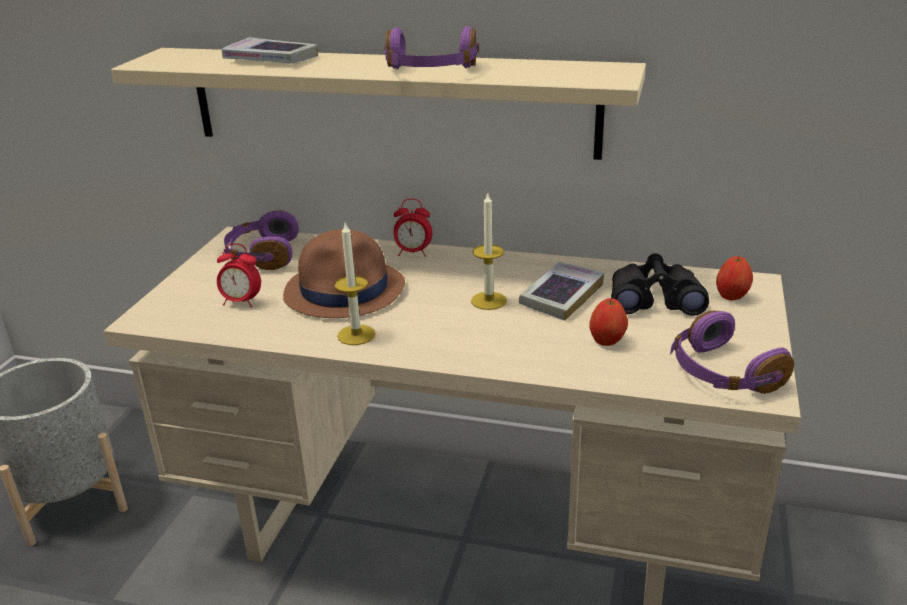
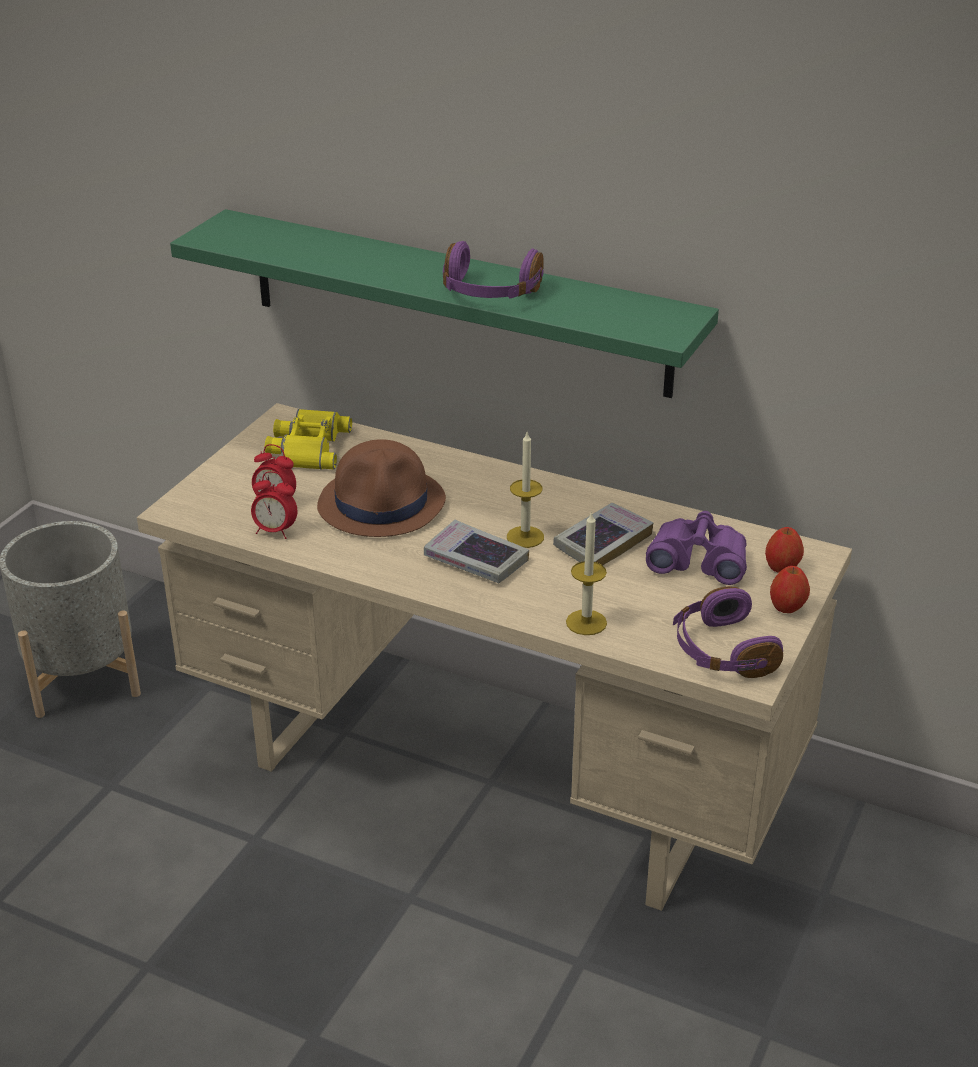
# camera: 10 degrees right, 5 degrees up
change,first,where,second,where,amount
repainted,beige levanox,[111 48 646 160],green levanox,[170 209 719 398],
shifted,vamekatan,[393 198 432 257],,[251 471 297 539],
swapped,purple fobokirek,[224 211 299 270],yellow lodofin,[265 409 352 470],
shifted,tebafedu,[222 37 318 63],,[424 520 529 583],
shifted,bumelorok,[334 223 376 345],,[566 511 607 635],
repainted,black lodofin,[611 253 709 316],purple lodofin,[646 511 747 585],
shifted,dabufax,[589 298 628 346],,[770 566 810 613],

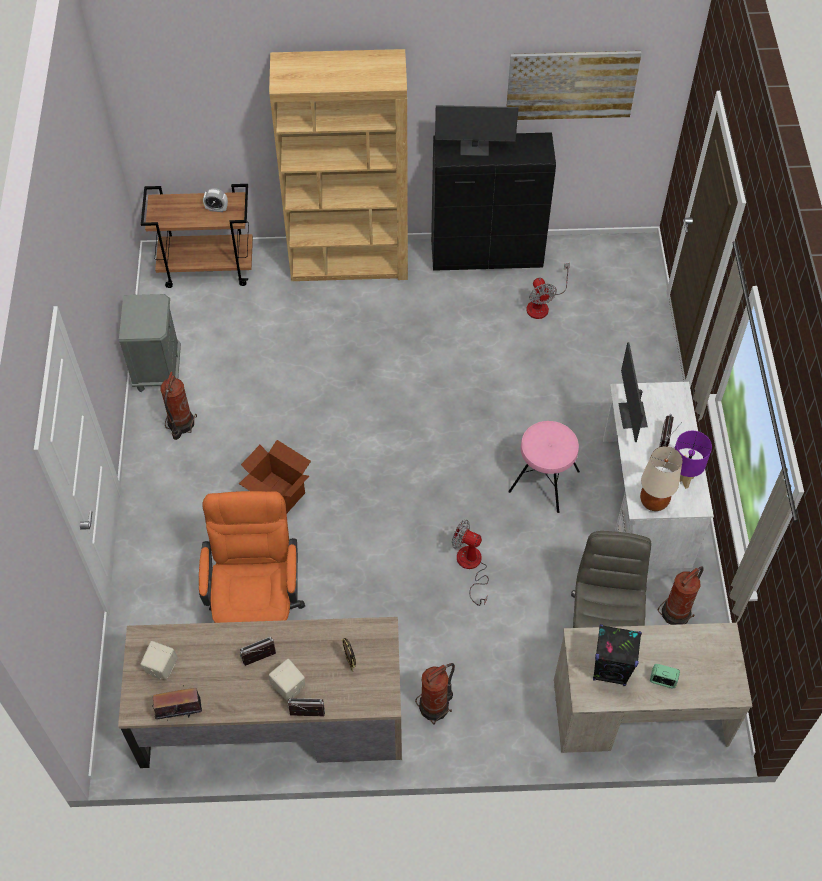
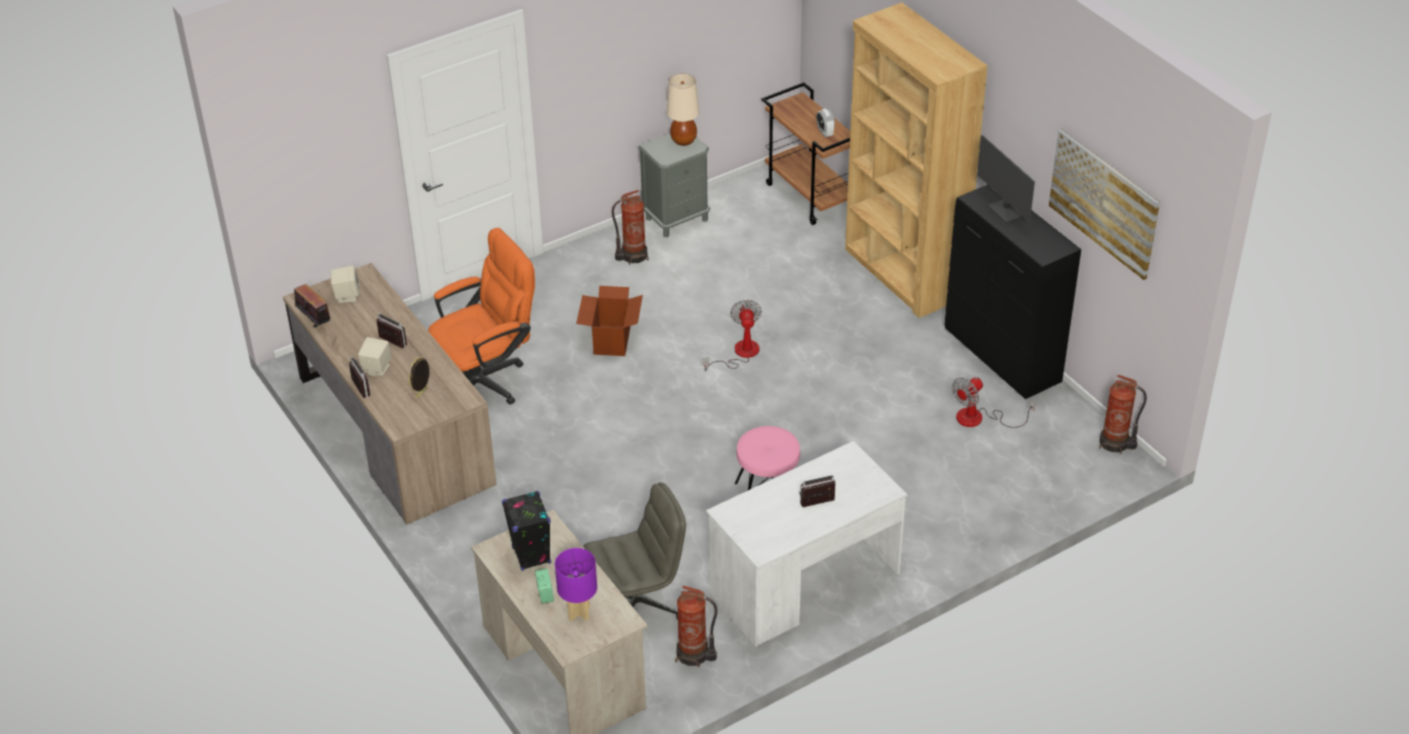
# camera: 60 degrees right, 15 degrees down
change,first,where,second,where,amount
shifted,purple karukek,[674 431 712 489],,[555 548 597 621],
shifted,beige karukek,[640 446 682 511],,[667 74 699 146],
shifted,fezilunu,[452 520 489 606],,[702 300 762 371],
shifted,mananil,[415 663 455 725],,[1099 375 1147 454],
gone,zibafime,[618 342 648 442],,,

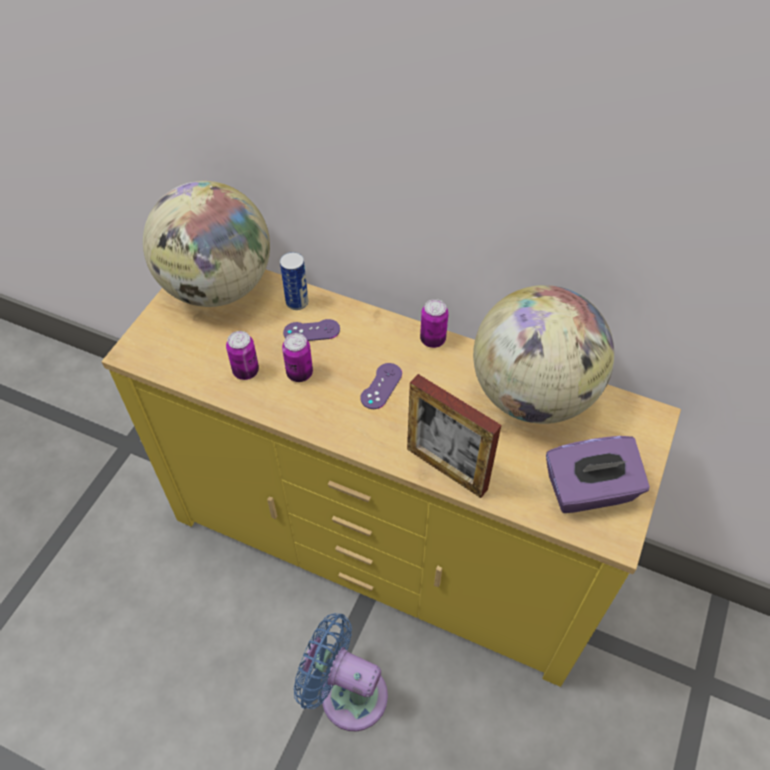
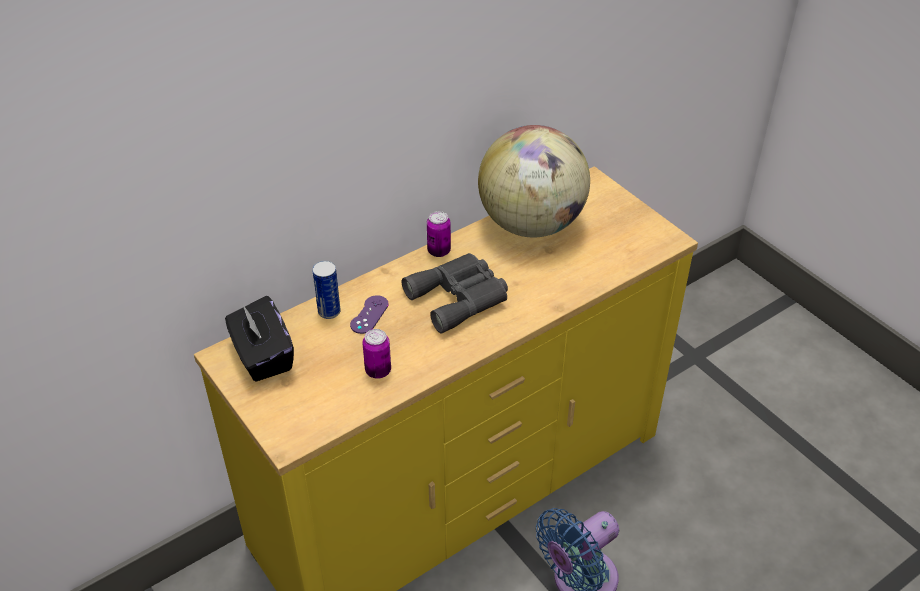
# camera: 60 degrees left, 10 degrees down
change,first,where,second,where,amount
swapped,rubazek,[143 181 270 307],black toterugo,[225 296 294 382],
swapped,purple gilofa,[360 363 402 409],grey lodofin,[402 253 508 333],
gone,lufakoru,[282 333 313 382],,,
gone,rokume,[407 374 502 498],,,
gone,purple toterugo,[546 436 650 513],,,

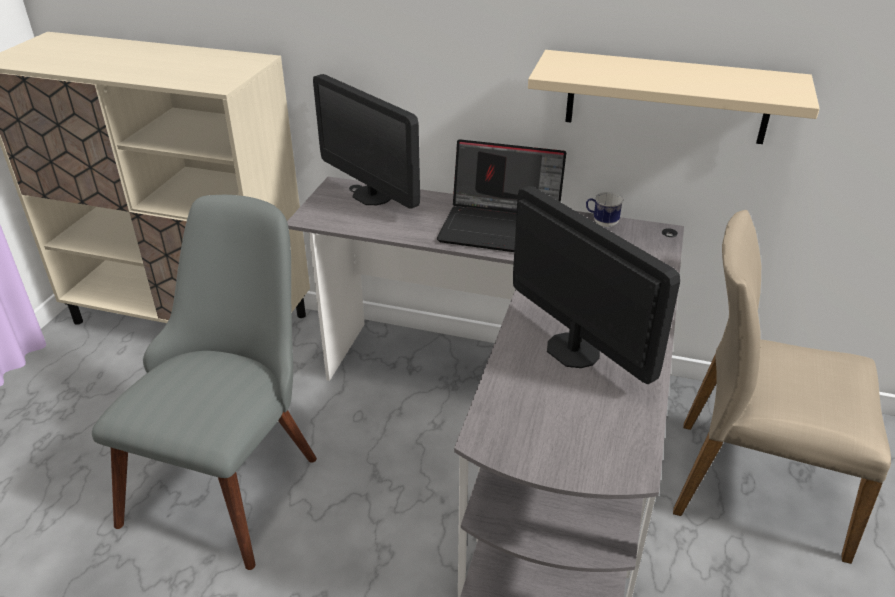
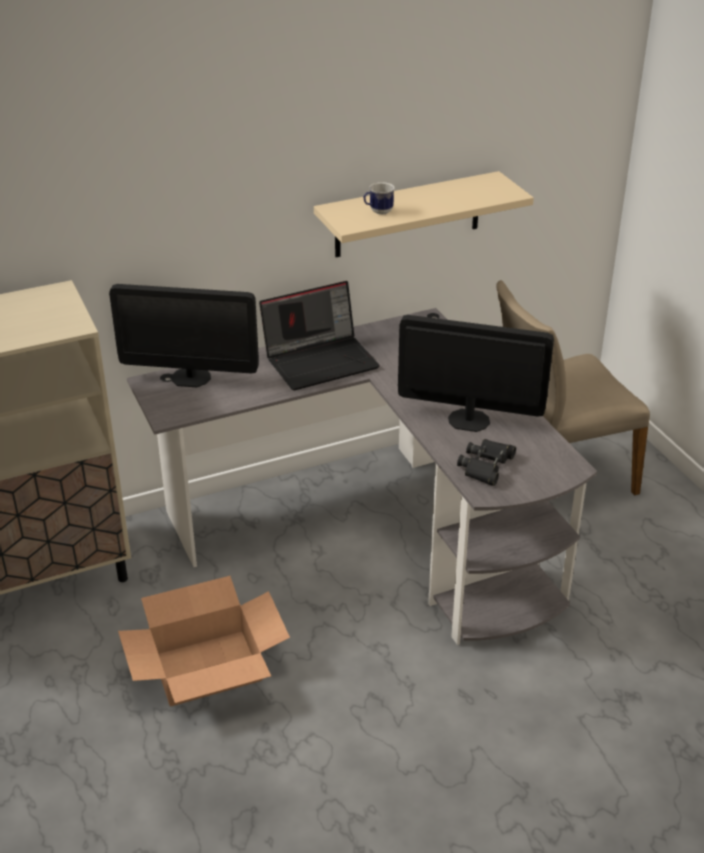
# camera: 40 degrees left, 0 degrees up
change,first,where,second,where,amount
swapped,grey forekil,[92 195 317 570],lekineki,[118 576 290 706],
shifted,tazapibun,[586 192 623 228],,[364 182 395 215],
new,,,black lodofin,[457 439 516 486],

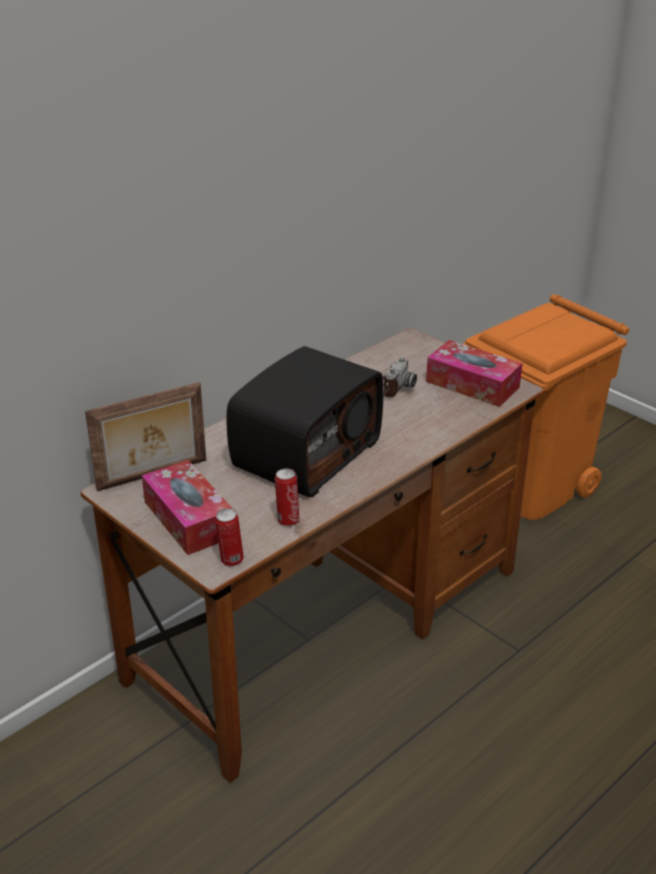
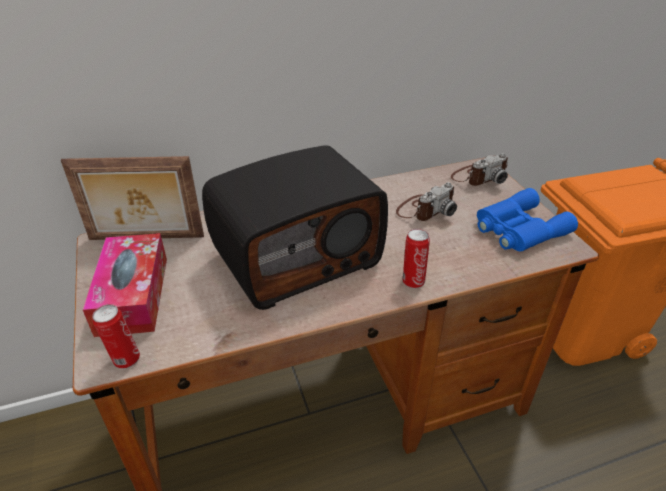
# camera: 25 degrees right, 5 degrees up
change,first,where,second,where,amount
shifted,lufakoru,[275 468 300 526],,[403 229 430 288],
new,,,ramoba,[451 153 508 186],
swapped,toterugo,[426 340 522 407],blue lodofin,[477 188 578 252],

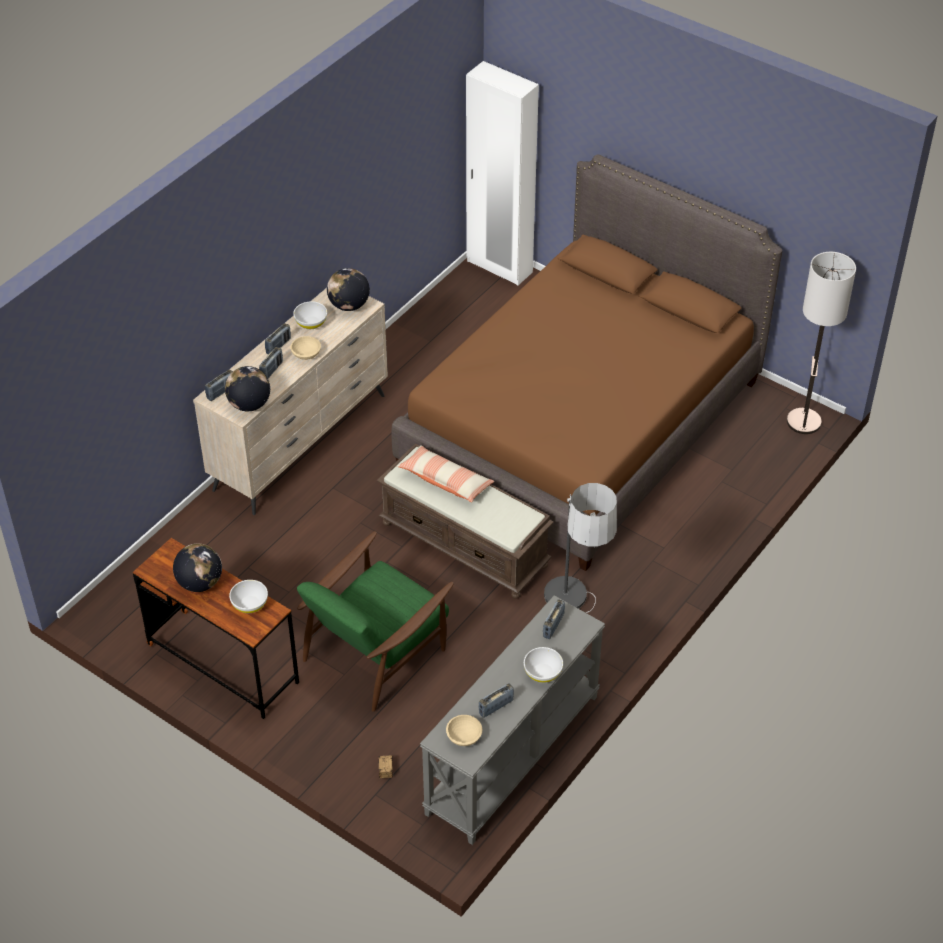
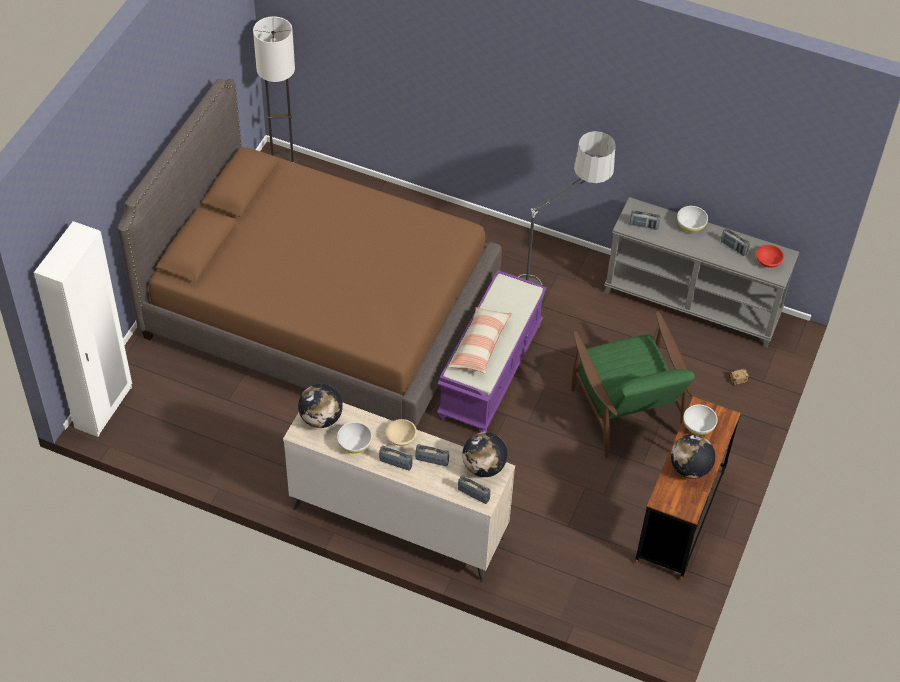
# camera: 105 degrees left, 5 degrees up
change,first,where,second,where,amount
repainted,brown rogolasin,[377 443 554 599],purple rogolasin,[436 270 546 432],
rotated,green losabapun,[297 531 454 712],,[571 311 695 458],45 degrees clockwise
repainted,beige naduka,[446 715 482 746],red naduka,[756 245 784 268],

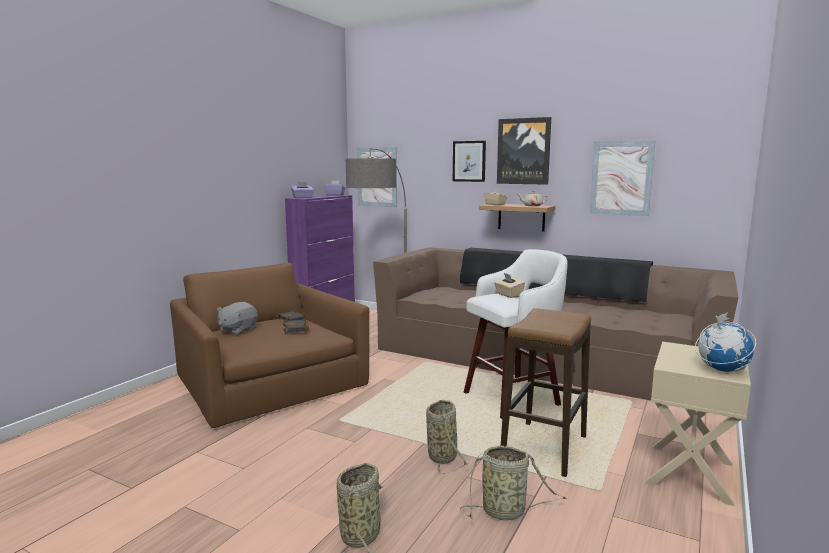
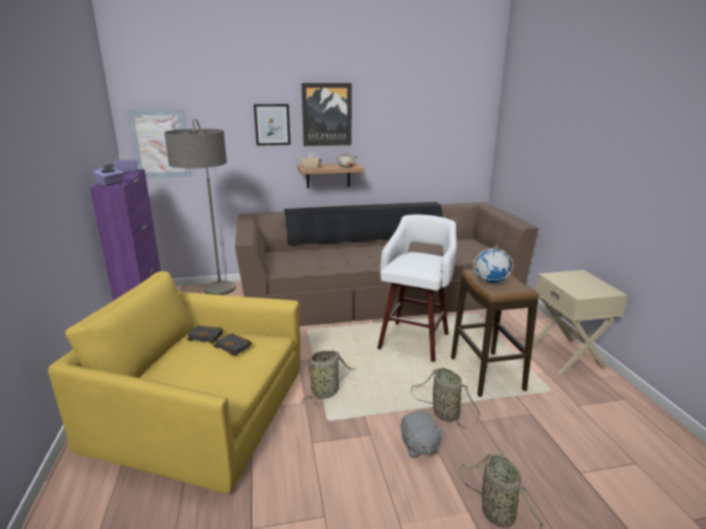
# camera: 40 degrees left, 10 degrees up
change,first,where,second,where,amount
repainted,brown losabapun,[170 263 369 428],yellow losabapun,[48 271 301 494],
shifted,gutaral,[460 446 567 520],,[301 350 355 405],
shifted,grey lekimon,[217 302 258 335],,[401 411 444 458],
shifted,rubazek,[695 312 756 372],,[473 243 513 283],
gone,beige toterugo,[494 273 525 298],,,
gone,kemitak,[590 141 655 216],,,

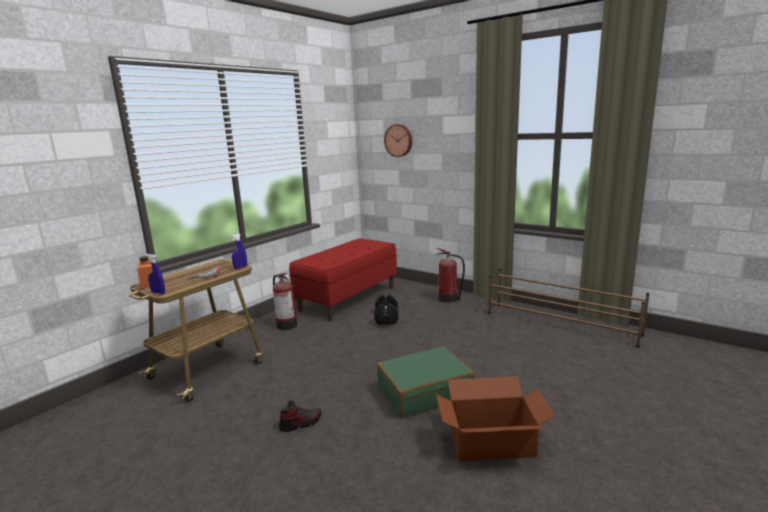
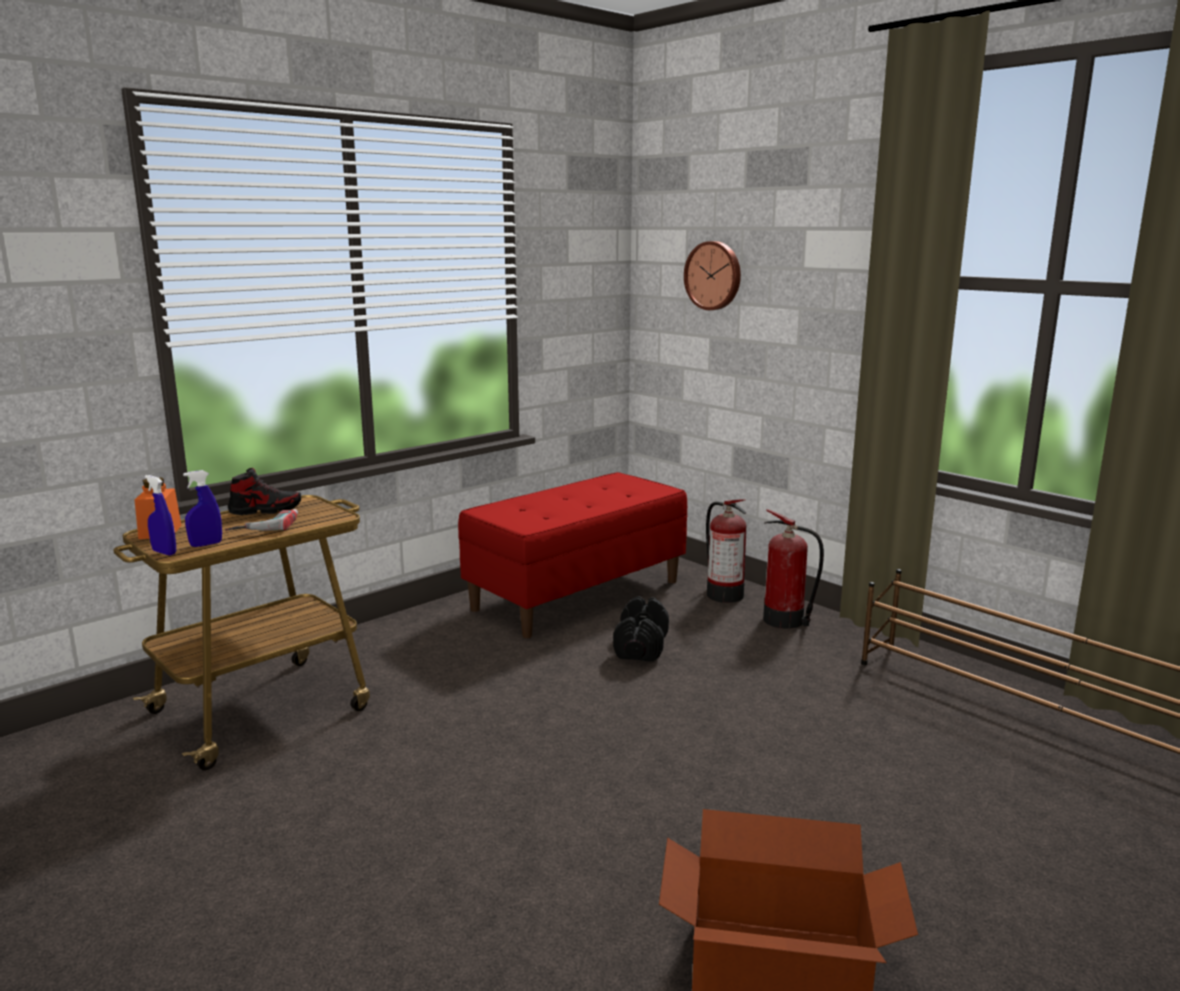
# camera: 10 degrees right, 0 degrees up
change,first,where,second,where,amount
shifted,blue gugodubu,[230 233 247 269],,[183 470 222 547],
shifted,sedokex,[279 401 322 432],,[228 468 301 515],
shifted,mananil,[273 273 297 330],,[706 499 746 603],
gone,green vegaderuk,[377 346 475 418],,,

